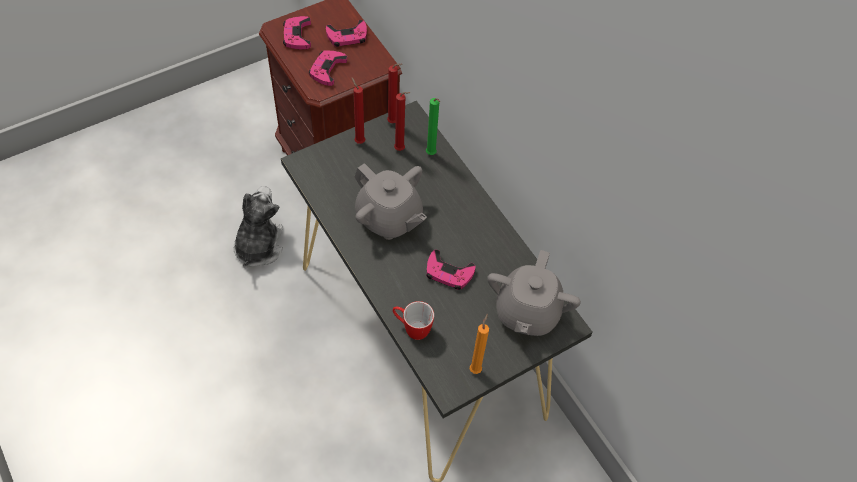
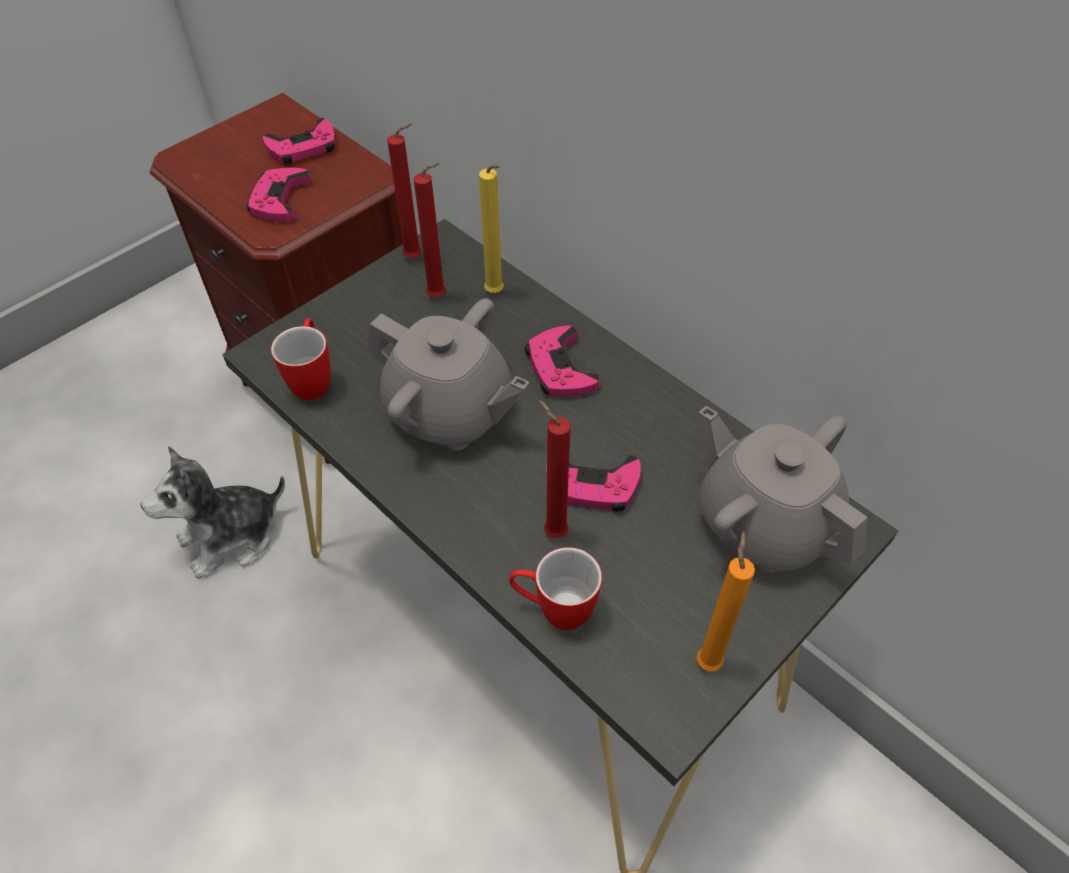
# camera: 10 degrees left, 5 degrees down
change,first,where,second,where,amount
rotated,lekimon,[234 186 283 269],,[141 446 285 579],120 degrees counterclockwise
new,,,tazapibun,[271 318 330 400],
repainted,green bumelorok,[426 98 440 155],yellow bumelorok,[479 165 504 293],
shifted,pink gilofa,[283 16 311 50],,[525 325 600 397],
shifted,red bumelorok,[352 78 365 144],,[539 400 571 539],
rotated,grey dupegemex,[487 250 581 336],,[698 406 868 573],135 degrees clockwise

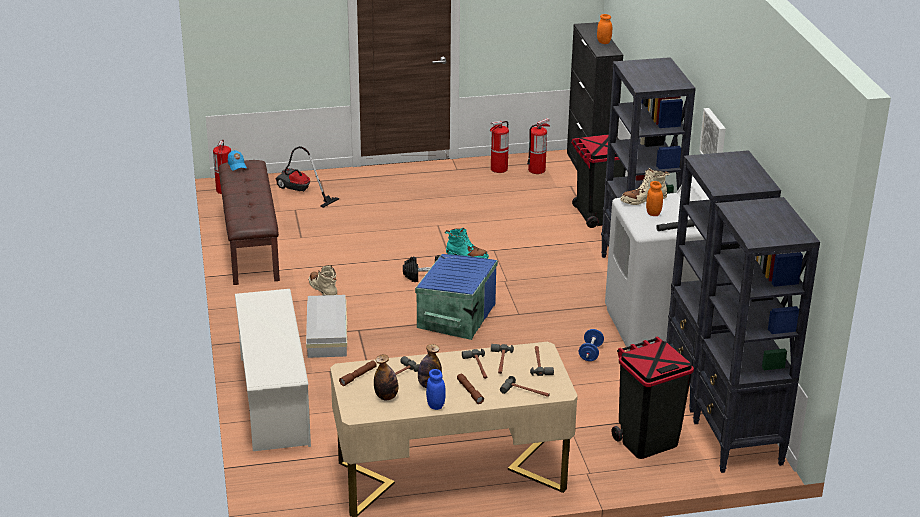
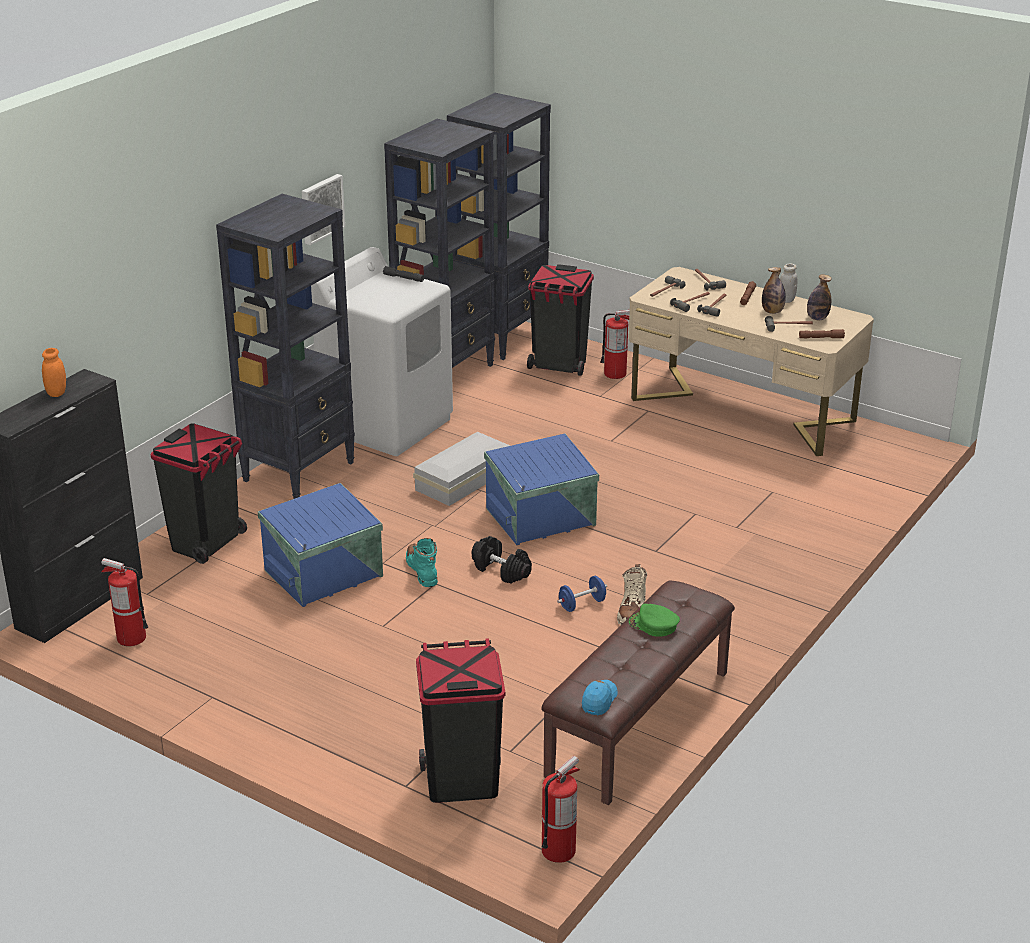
# camera: 135 degrees left, 0 degrees up
change,first,where,second,where,amount
new,,,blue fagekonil,[258 483 383 607],
shifted,white fagekonil,[306 295 347 358],,[413 432 510 506],
swapped,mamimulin,[275 146 339 208],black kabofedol,[416 638 505 803],
shifted,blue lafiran,[579 329 604 361],,[557 576 607 612],
shifted,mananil,[490 121 509 173],,[600 310 630 379],
new,,,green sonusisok,[629 604 680 637],
repainted,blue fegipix,[426 369 446 410],white fegipix,[780 264 797 303],
gone,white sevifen,[235 289 311 451],,,
gone,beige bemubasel,[620 168 670 205],,,
gone,orange fegipix,[646 181 663 216],,,

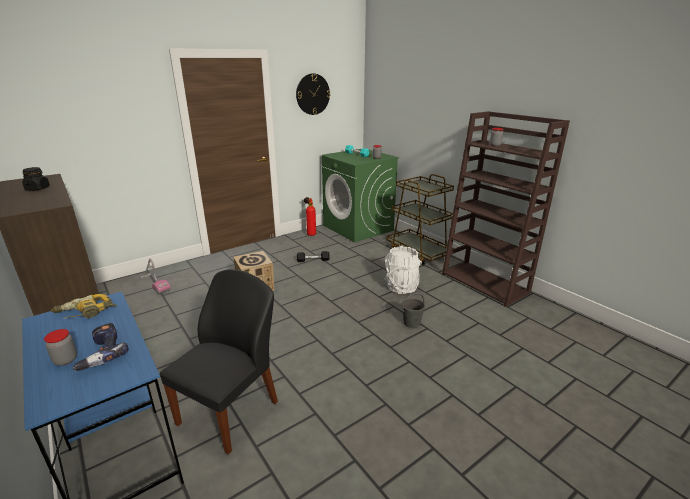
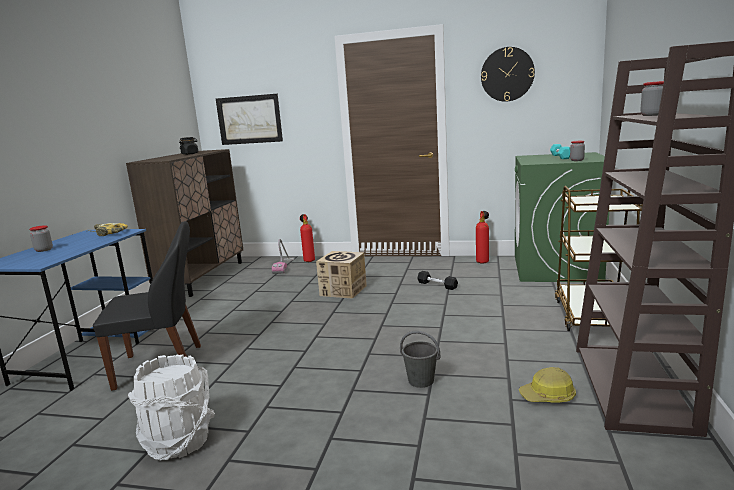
# camera: 50 degrees right, 10 degrees down
change,first,where,second,where,amount
shifted,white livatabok,[384 246 422 294],,[128 354 215 461],
new,,,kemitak,[216 94 283 145],
new,,,mananil,[300 214 315 262],
new,,,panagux,[519 367 576 403],
gone,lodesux,[73 323 129 371],,,

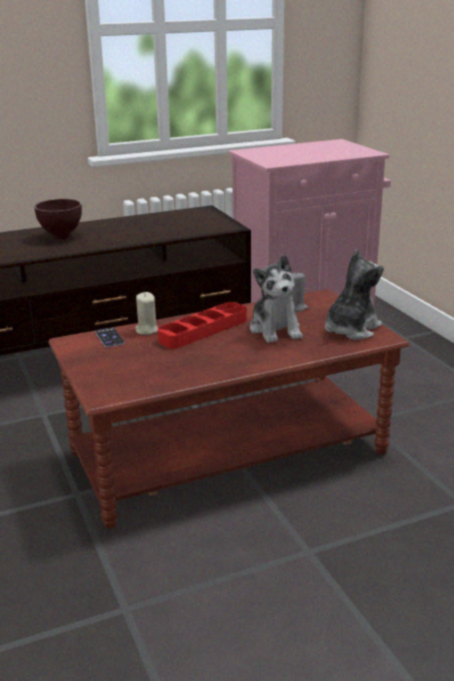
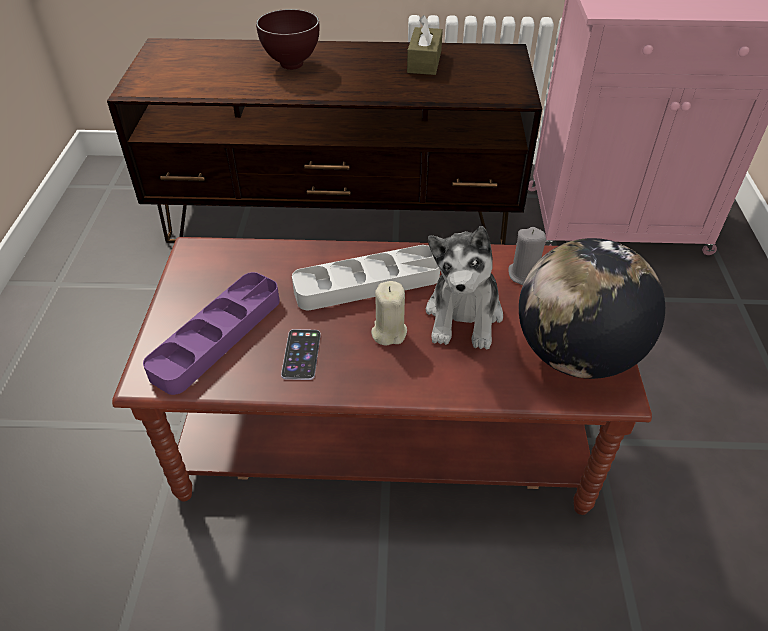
# camera: 25 degrees right, 20 degrees up
change,first,where,second,where,amount
new,,,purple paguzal,[143 272 280 395],
shifted,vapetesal,[95 327 125 347],,[281 329 321 380],
repainted,red paguzal,[158 302 247 349],grey paguzal,[292 245 440 310],
shifted,beige bumelorok,[135 292 158 335],,[371 281 407 345],
new,,,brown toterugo,[407 15 443 75],
swapped,lekimon,[325 249 384 340],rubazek,[519 238 665 379],

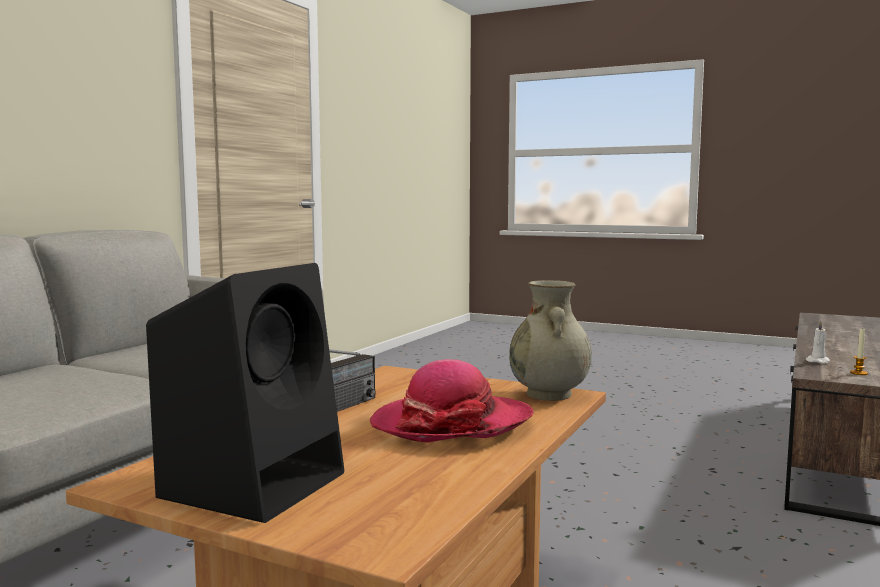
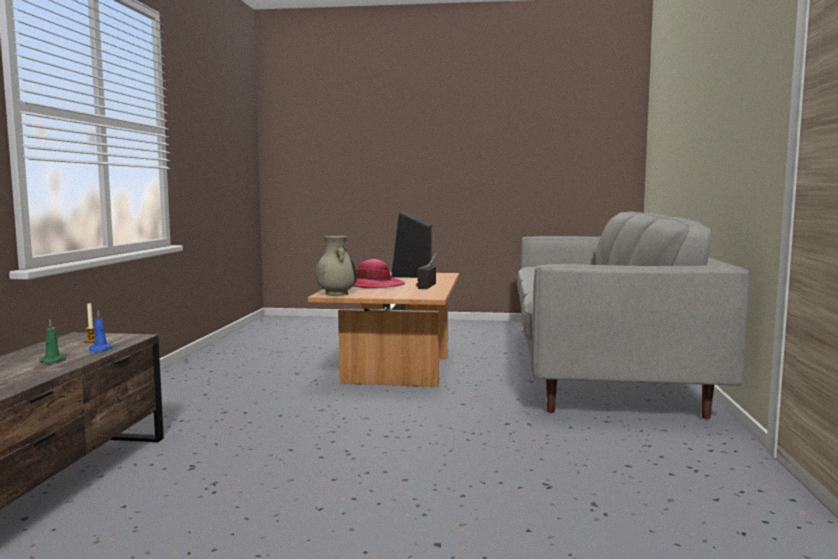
# camera: 160 degrees right, 0 degrees up
change,first,where,second,where,amount
new,,,green bumelorok,[39 320 66 363],
repainted,white bumelorok,[806 321 830 364],blue bumelorok,[89 311 113 353],

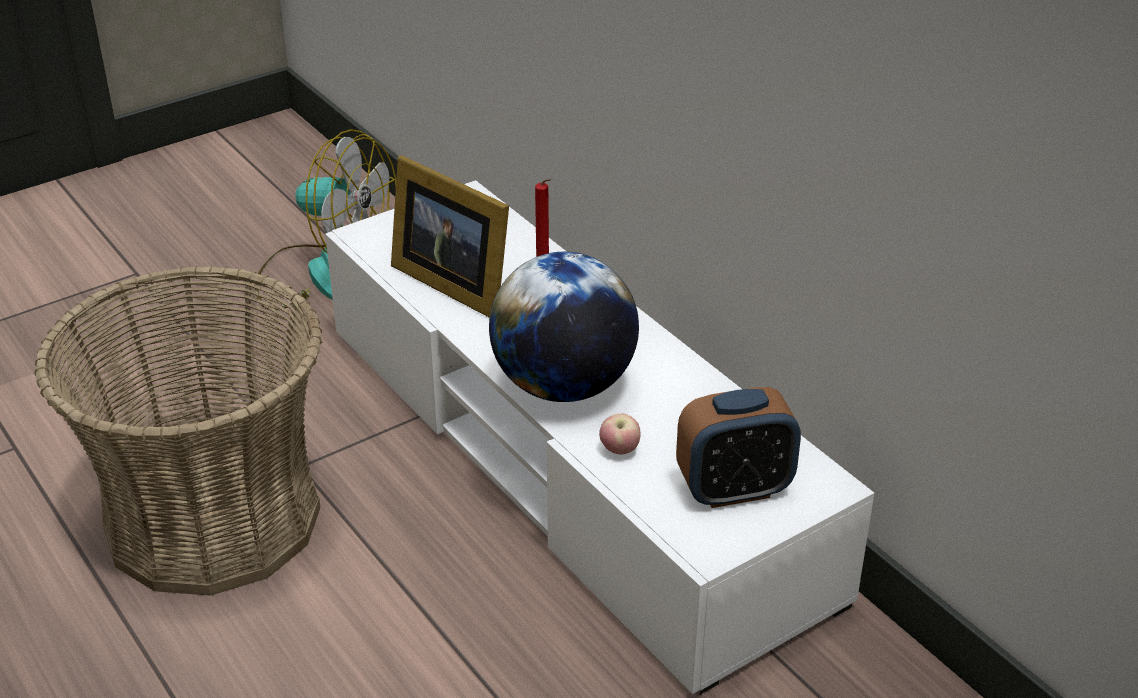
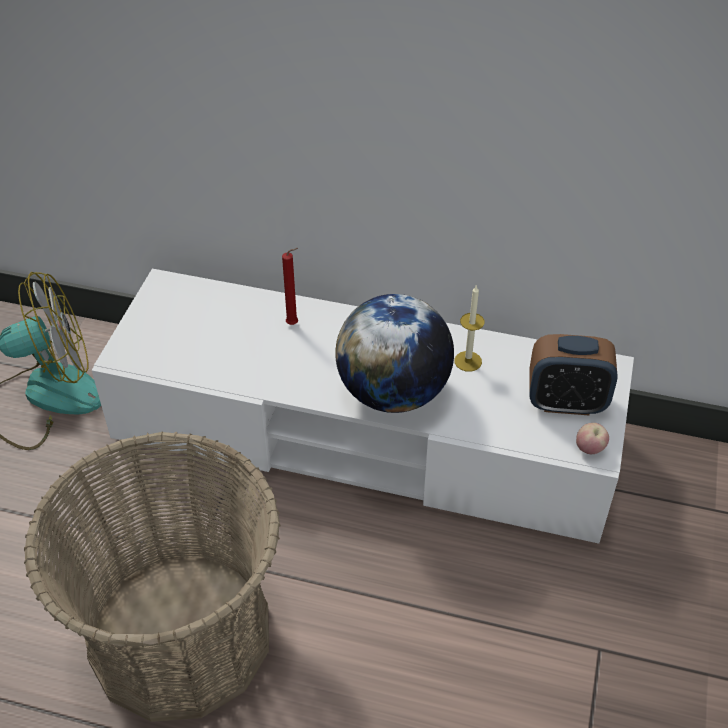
# camera: 40 degrees left, 10 degrees up
change,first,where,second,where,amount
new,,,bumelorok,[455 286 485 372],
rotated,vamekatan,[676 387 801 508],,[529 334 618 415],60 degrees clockwise
shifted,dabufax,[599 414 640 455],,[576 423 609 454],
gone,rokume,[391 155 509 318],,,

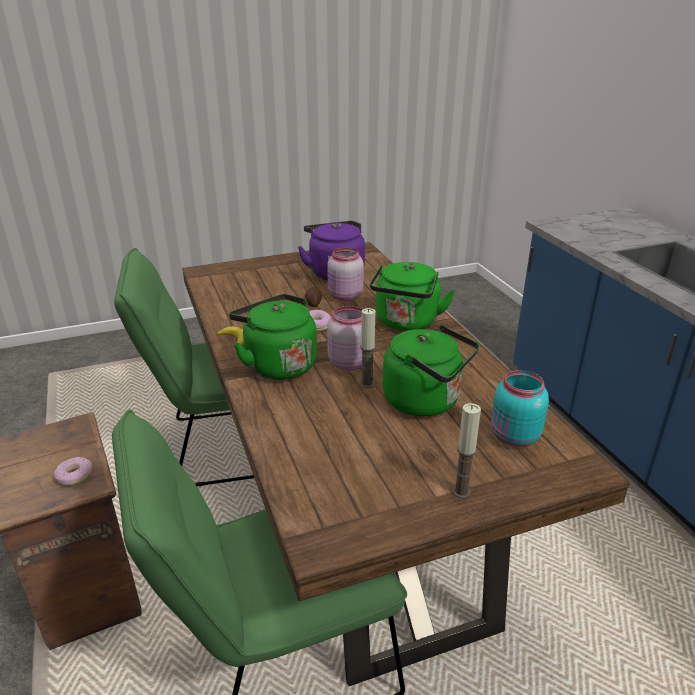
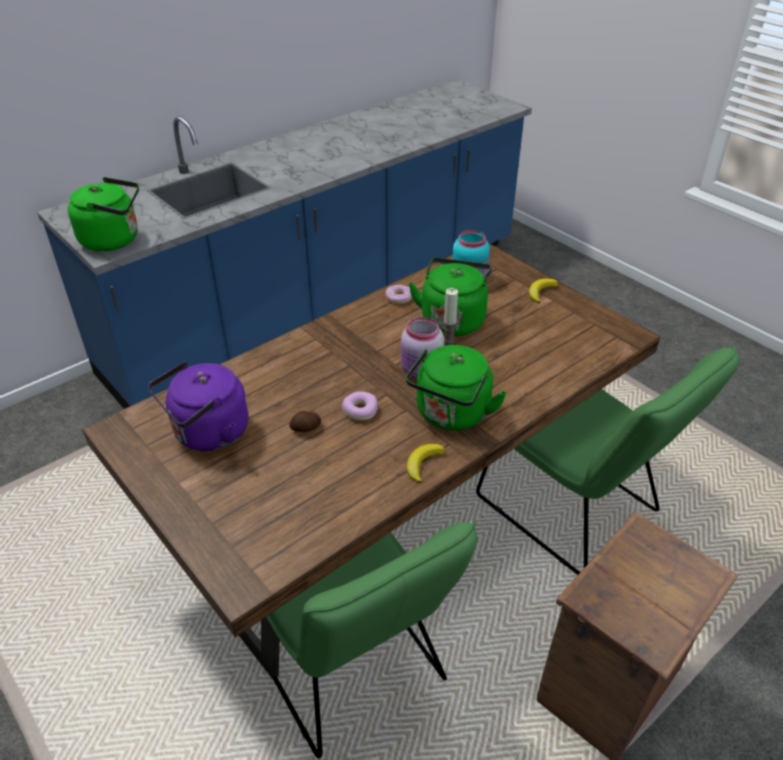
# camera: 110 degrees left, 10 degrees up
change,first,where,second,where,amount
shifted,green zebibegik,[369 262 455 331],,[68 177 139 251],
shifted,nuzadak,[54 457 92 486],,[386 284 412 304],
swapped,bumelorok,[453 403 481 498],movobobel,[529 279 558 303],
gone,pink fegipix,[327 247 364 301],,,

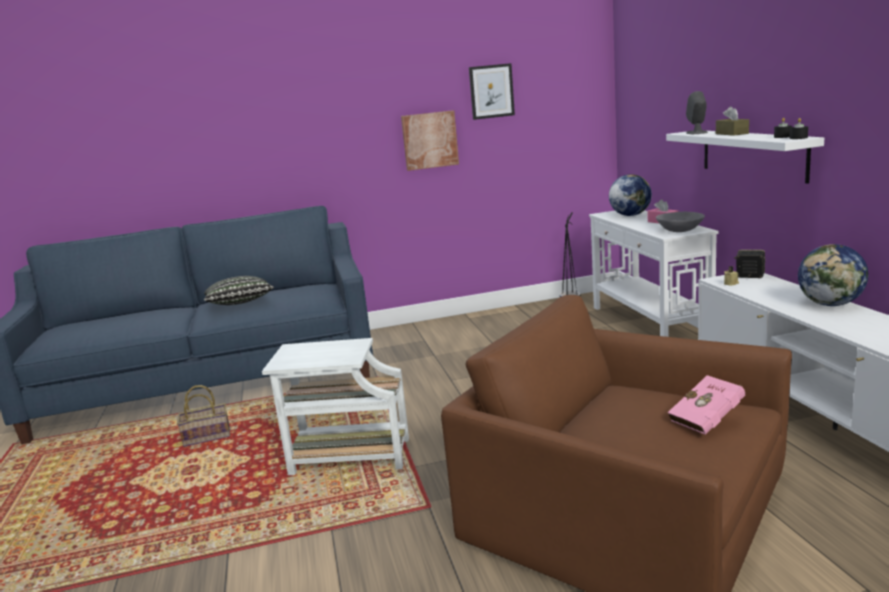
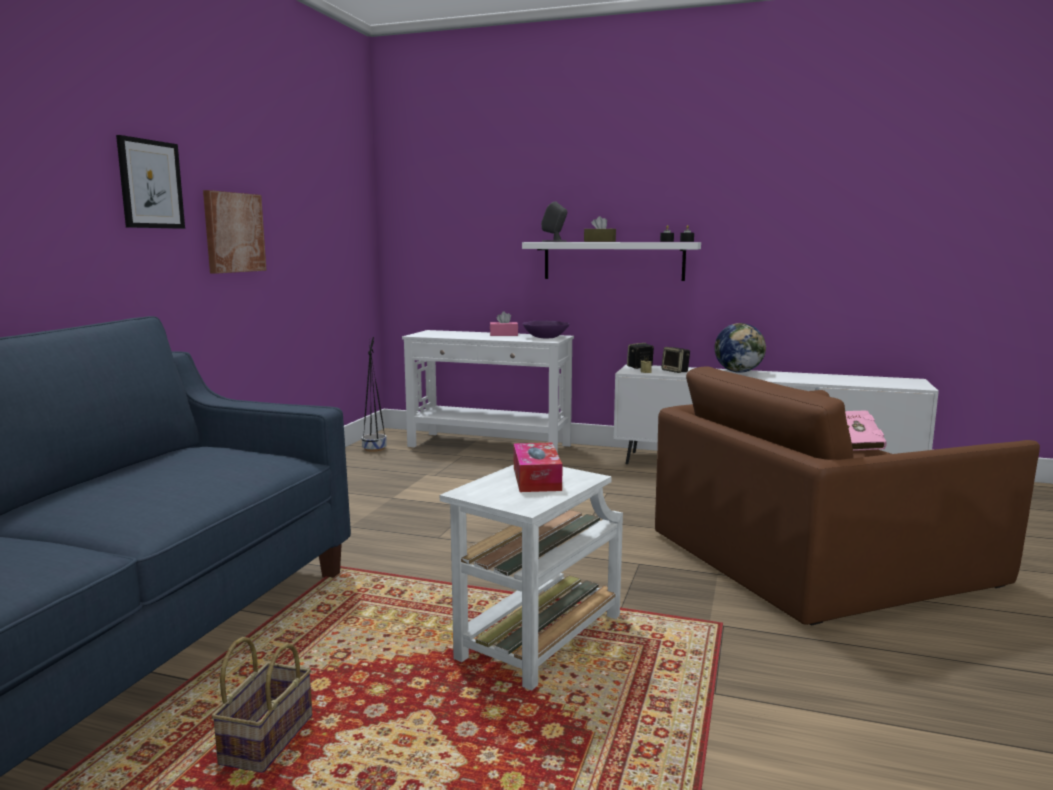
# camera: 60 degrees left, 5 degrees down
change,first,where,second,where,amount
shifted,kemitak,[469 63 515 120],,[116 135 185 229],
new,,,toterugo,[514 443 562 492],
repainted,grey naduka,[656 212 705 232],purple naduka,[523 321 569 338],
new,,,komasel,[661 347 690 373],
gone,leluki,[204 276 274 305],,,
gone,rubazek,[609 174 652 216],,,

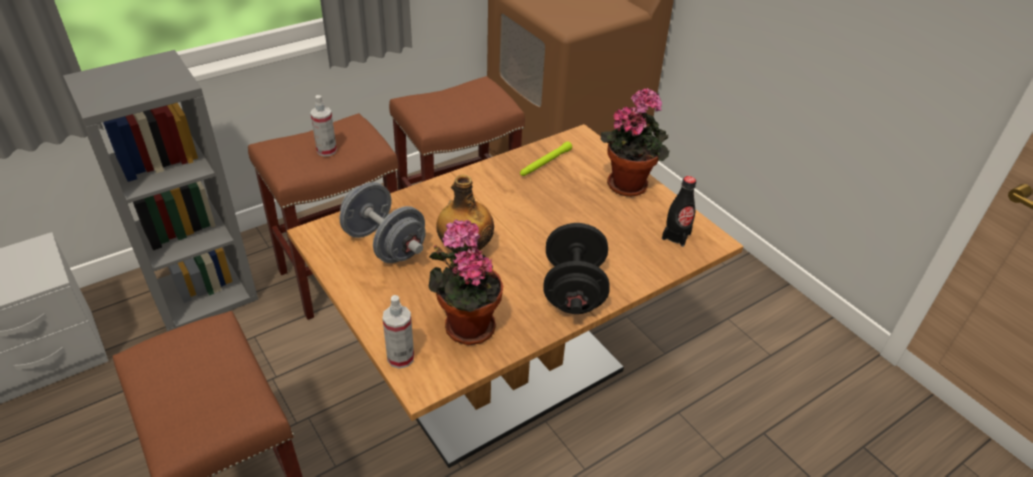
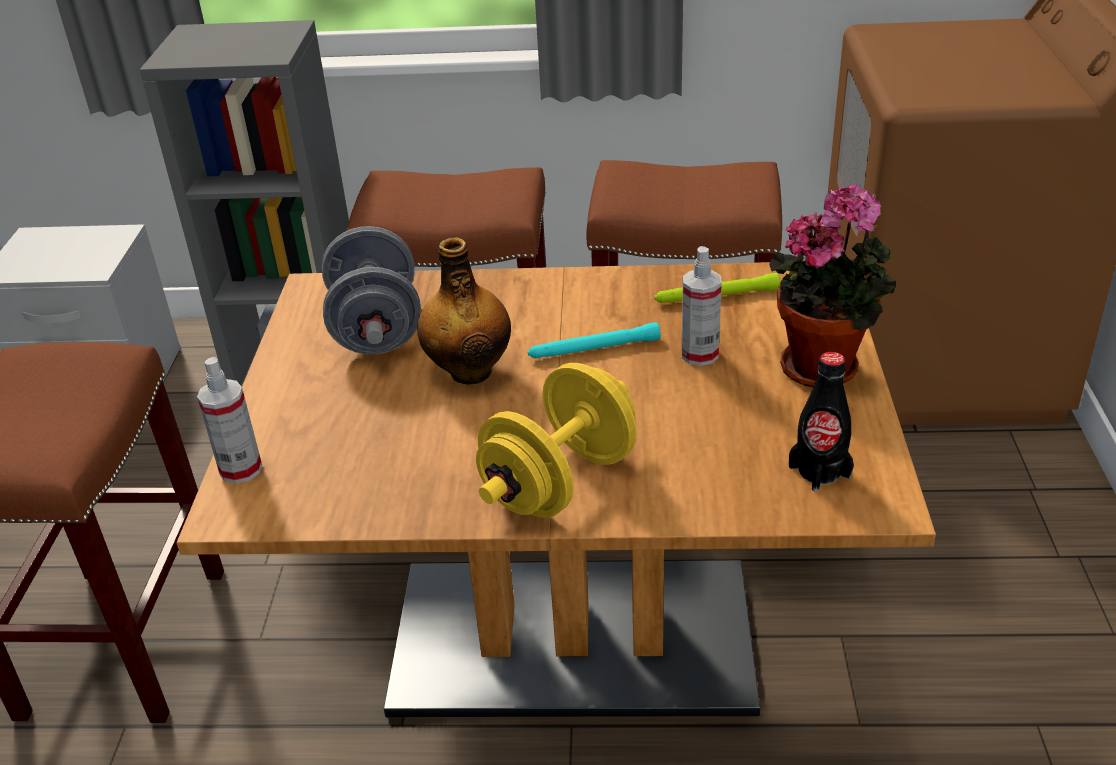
# camera: 40 degrees right, 5 degrees down
change,first,where,second,where,amount
repainted,black lafiran,[543 223 610 314],yellow lafiran,[476 363 636 518],
new,,,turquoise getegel,[528 322 661 358],
shifted,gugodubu,[310 95 337 157],,[681 246 722 366],
gone,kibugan,[428 219 503 345],,,

